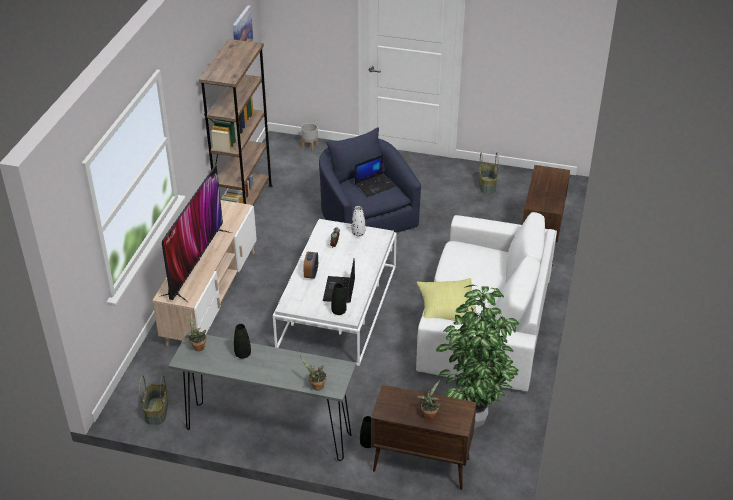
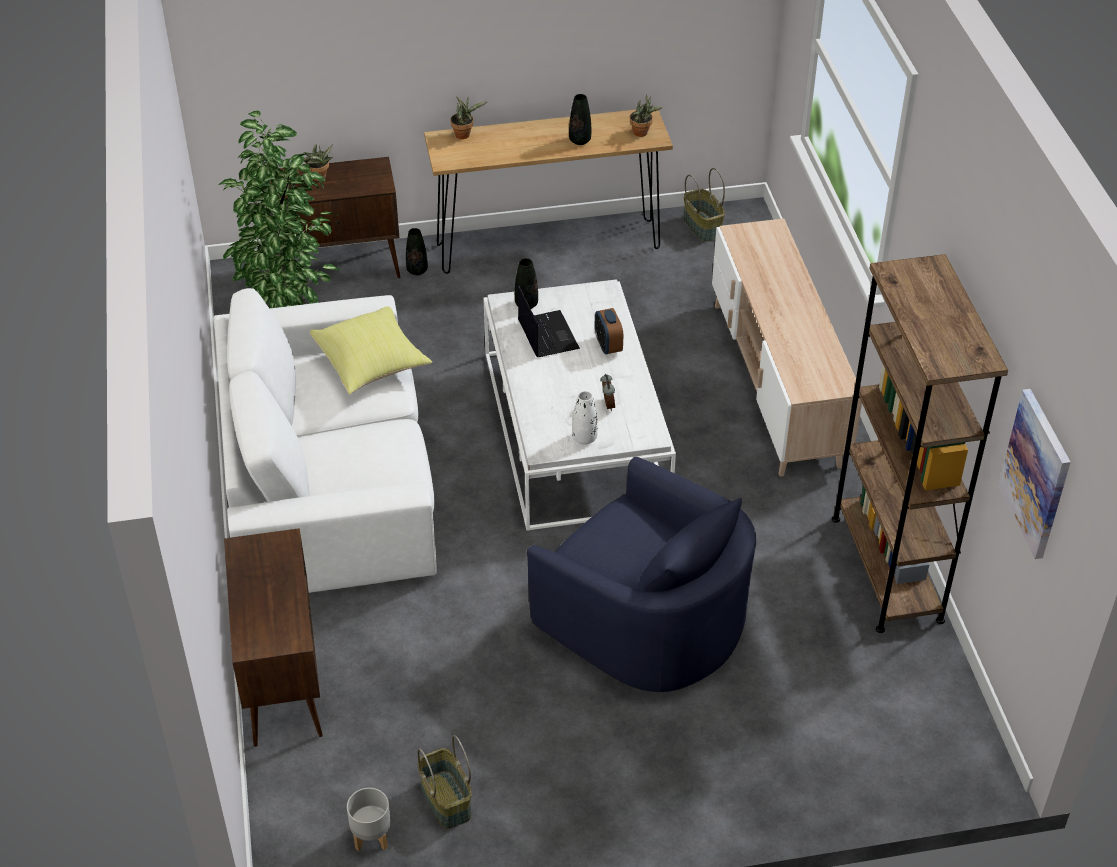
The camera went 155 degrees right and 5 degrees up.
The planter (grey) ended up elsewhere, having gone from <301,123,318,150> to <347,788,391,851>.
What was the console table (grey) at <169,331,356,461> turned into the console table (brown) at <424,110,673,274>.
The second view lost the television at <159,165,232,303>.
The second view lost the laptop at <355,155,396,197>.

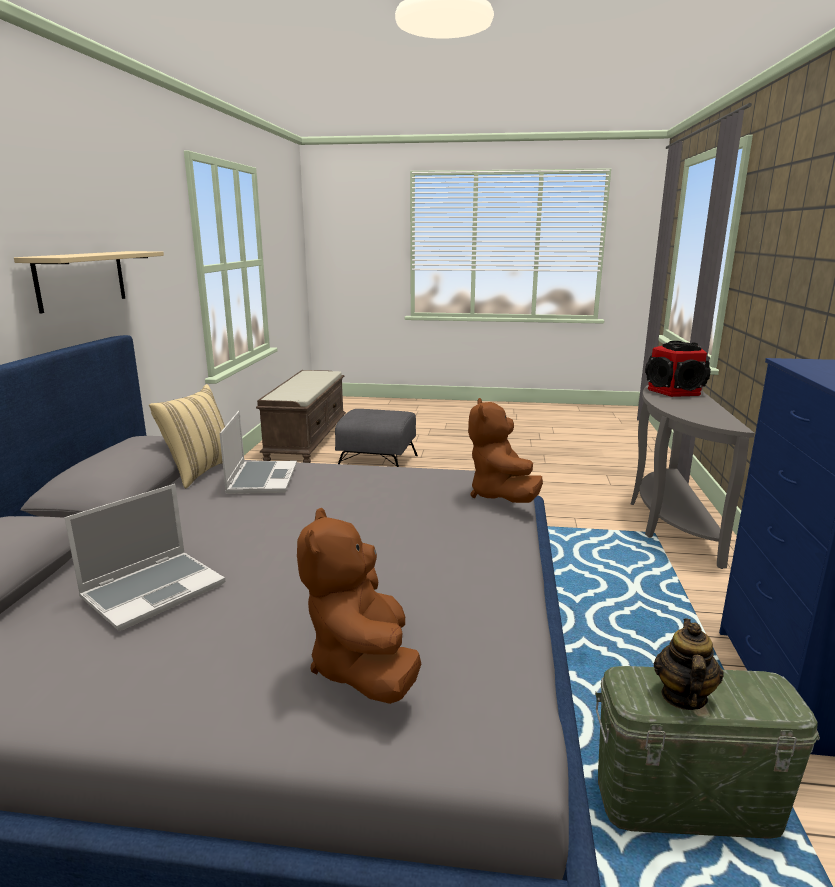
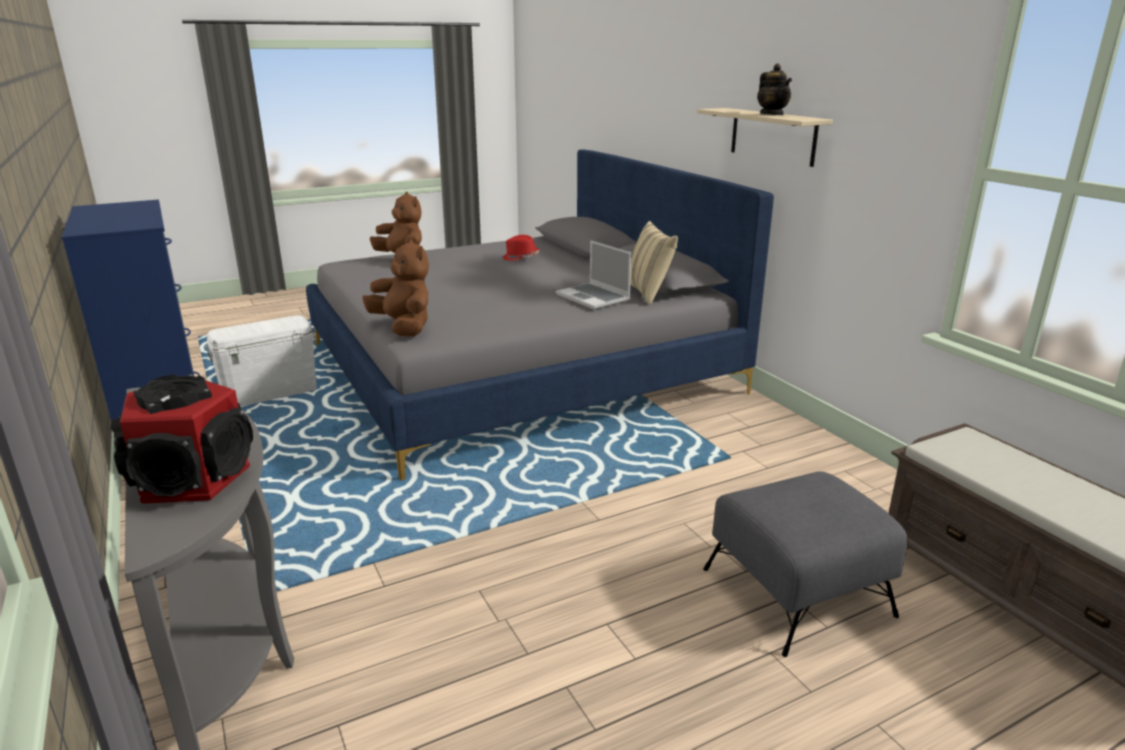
The camera went 145 degrees right and 5 degrees up.
What was the storage box (green) at <595,666,820,839> turned into the storage box (white) at <205,315,317,407>.
Where the laptop stood at <64,484,225,631>, the hat (red) came to stand at <502,235,540,260>.
The teapot ended up elsewhere, having gone from <654,618,724,710> to <757,64,792,115>.

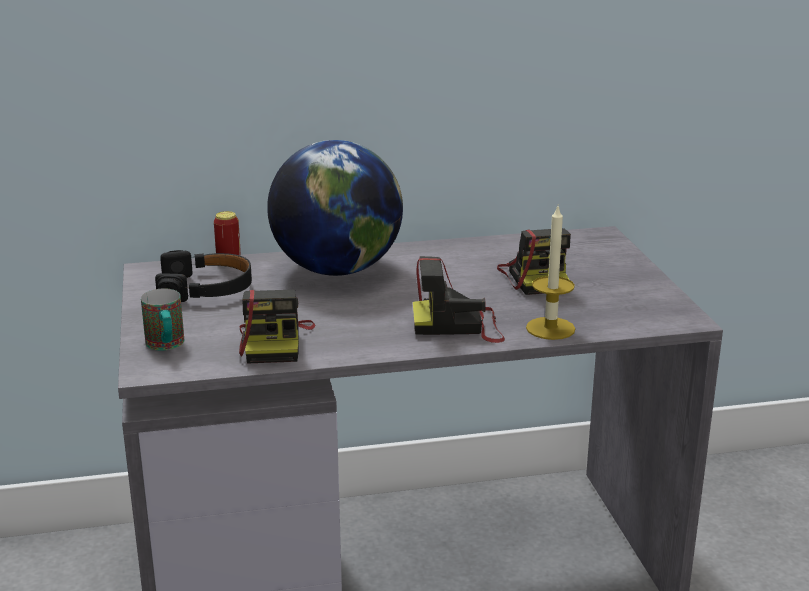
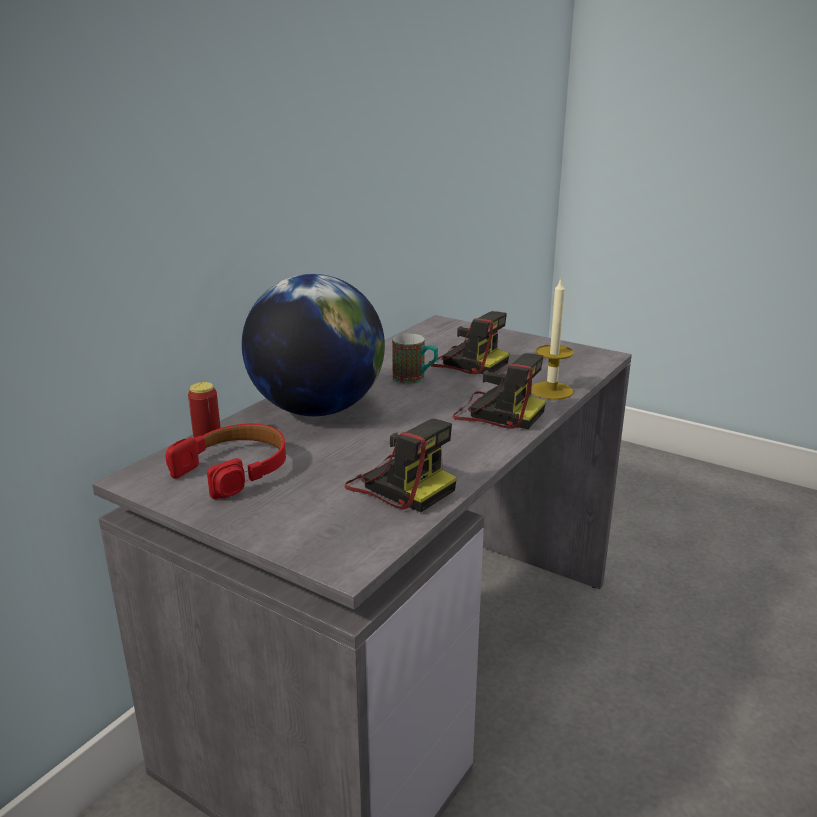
The camera went 45 degrees left and 0 degrees up.
What was the headphones (black) at <155,250,252,302> turned into the headphones (red) at <165,424,286,499>.
The mug ended up elsewhere, having gone from <141,289,184,350> to <392,334,438,384>.
The photo camera at <413,256,505,343> ended up facing another way, 105 degrees counterclockwise from before.

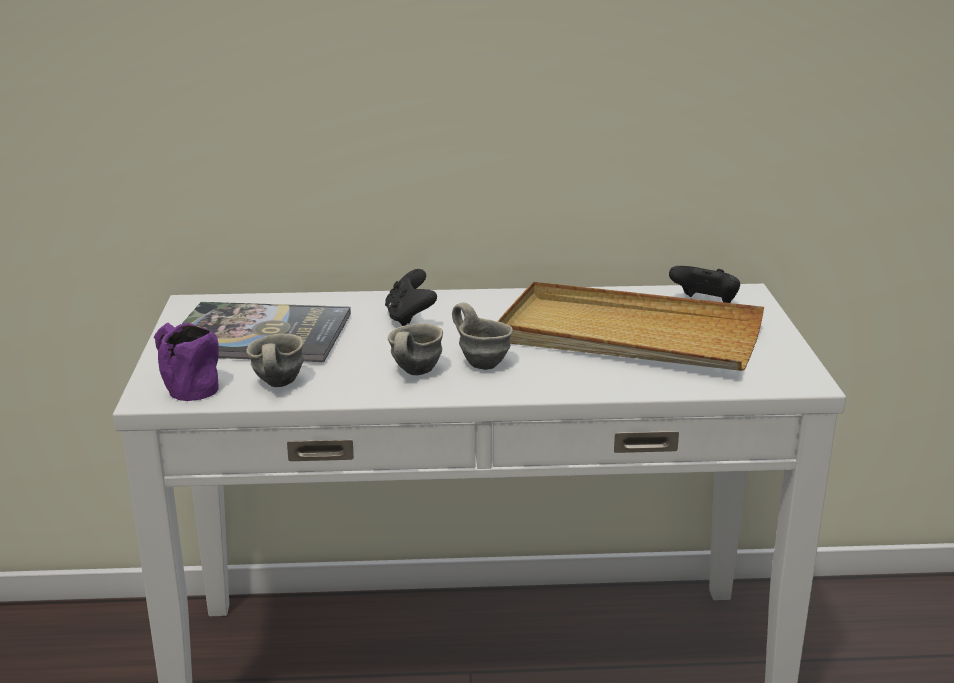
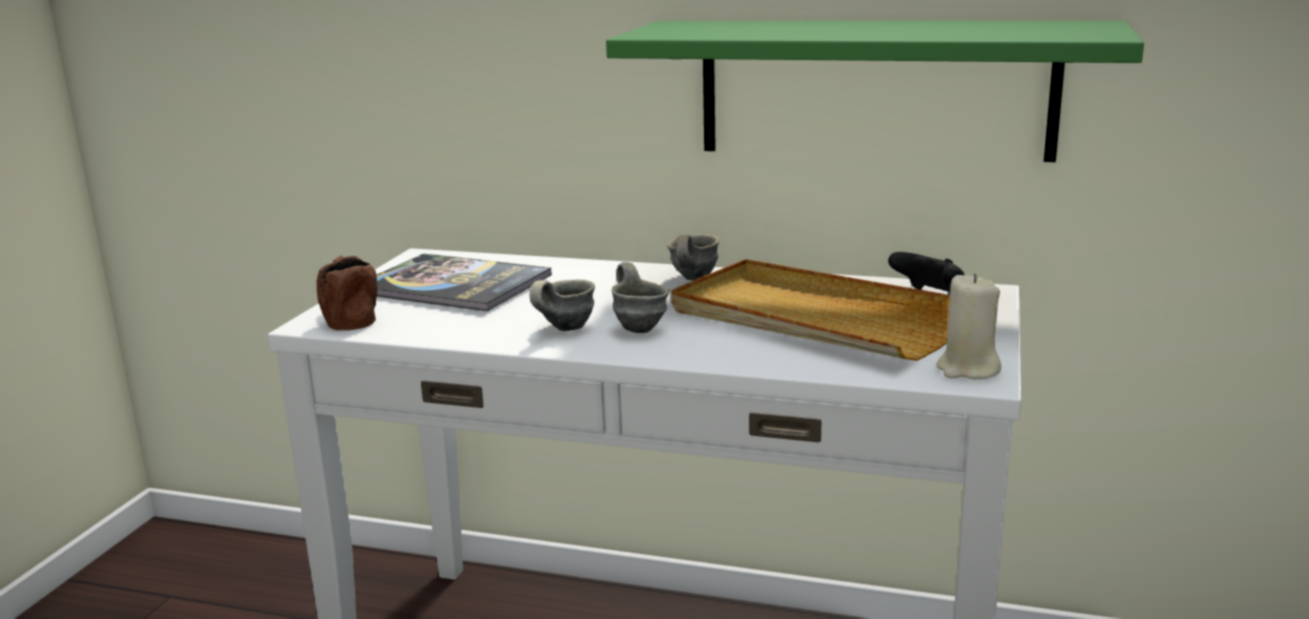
The camera went 20 degrees right and 5 degrees down.
What was the mug (purple) at <154,322,219,401> turned into the mug (brown) at <317,255,377,330>.
The second view gained the shelf (green) at <606,20,1144,162>.
The mug (grey) ended up elsewhere, having gone from <246,333,304,387> to <667,234,719,280>.
The second view gained the candle (beige) at <936,273,1001,379>.
The second view lost the game controller (black) at <385,269,437,326>.

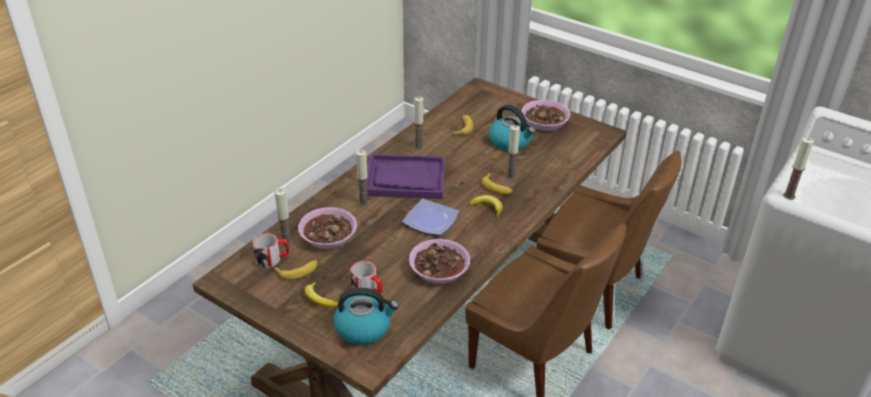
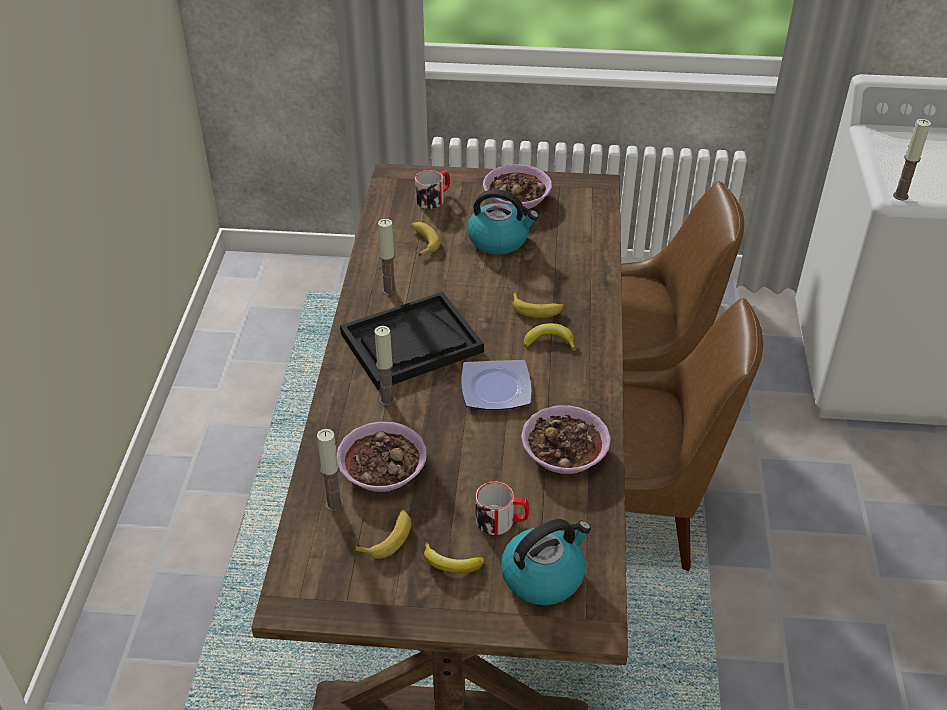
The camera went 30 degrees left and 5 degrees up.
What was the tray (purple) at <366,154,445,199> turned into the tray (black) at <340,292,484,390>.
The mug ended up elsewhere, having gone from <253,233,289,268> to <415,170,450,209>.
The second view lost the candle at <506,125,520,180>.

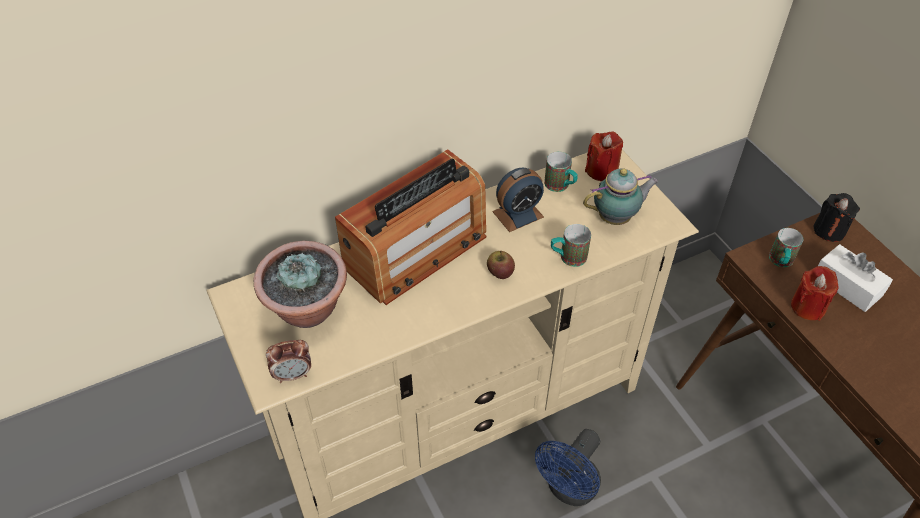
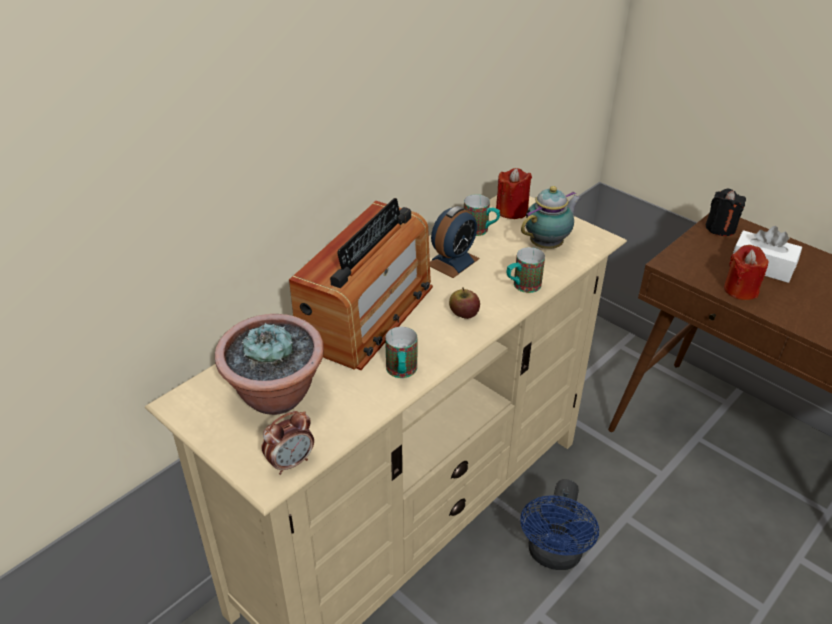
The camera went 20 degrees left and 10 degrees down.
The mug ended up elsewhere, having gone from <769,228,804,267> to <385,327,418,378>.

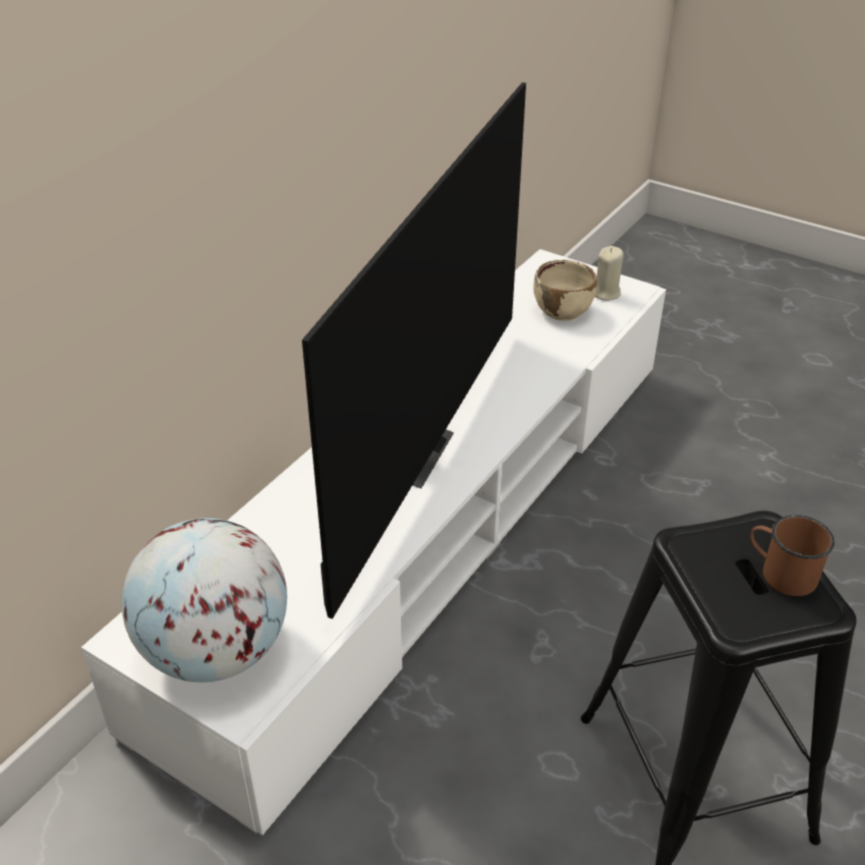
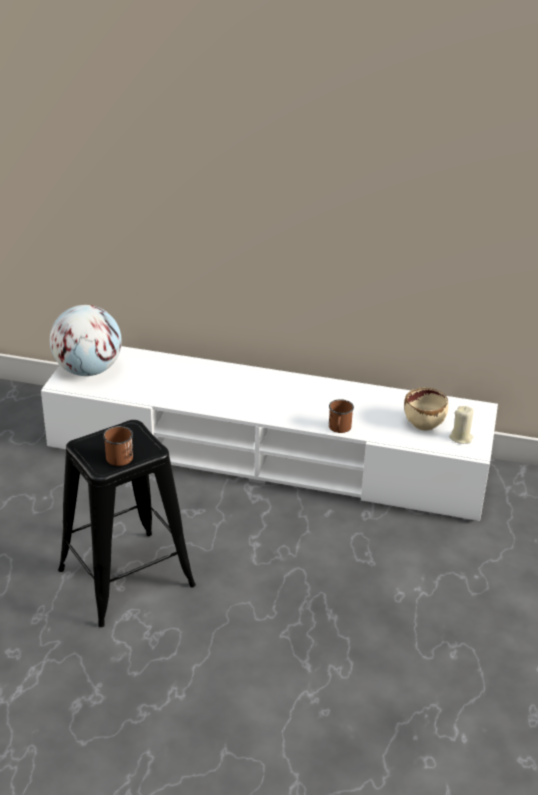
The camera went 70 degrees right and 5 degrees down.
The second view gained the mug (brown) at <329,399,354,433>.
The second view lost the television at <302,82,526,619>.

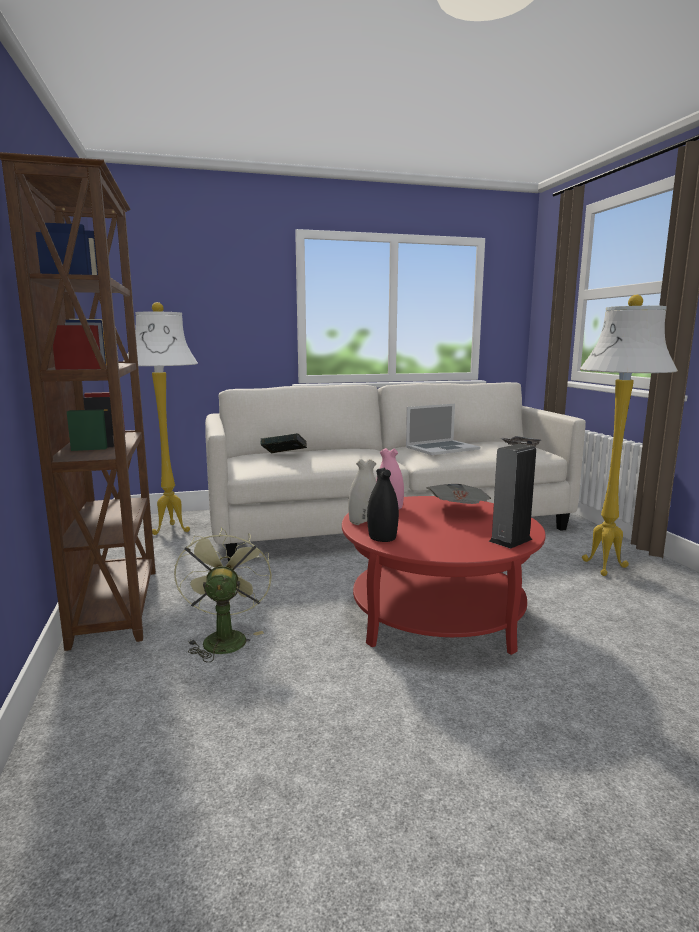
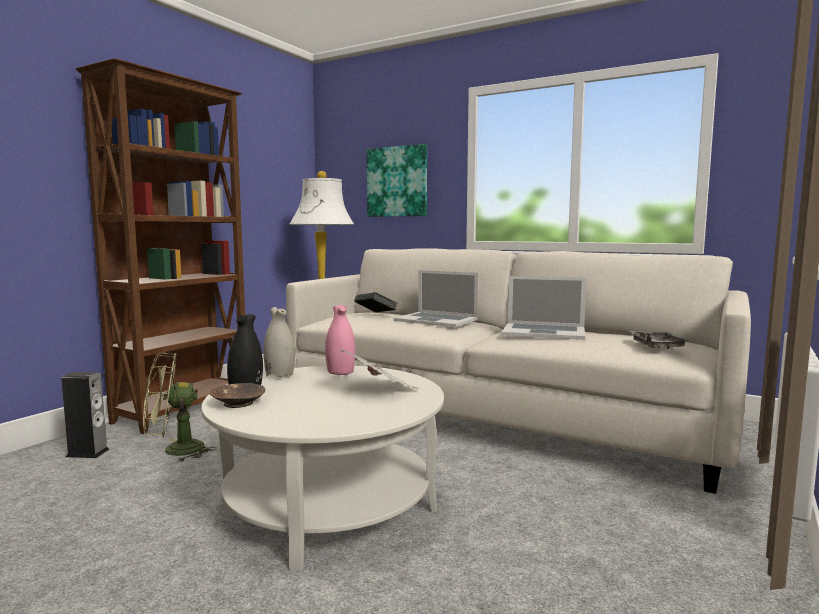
The camera went 45 degrees right and 5 degrees down.
The speaker ended up elsewhere, having gone from <489,444,536,549> to <61,372,110,458>.
The fan (green) at <174,527,272,662> ended up facing another way, 150 degrees counterclockwise from before.
What was the coffee table (red) at <342,496,546,655> turned into the coffee table (white) at <201,366,444,571>.
The second view gained the bowl (brown) at <210,383,265,408>.
The second view gained the picture at <367,144,427,217>.
The second view gained the laptop at <394,270,479,327>.
The second view lost the floor lamp (white) at <580,295,678,576>.

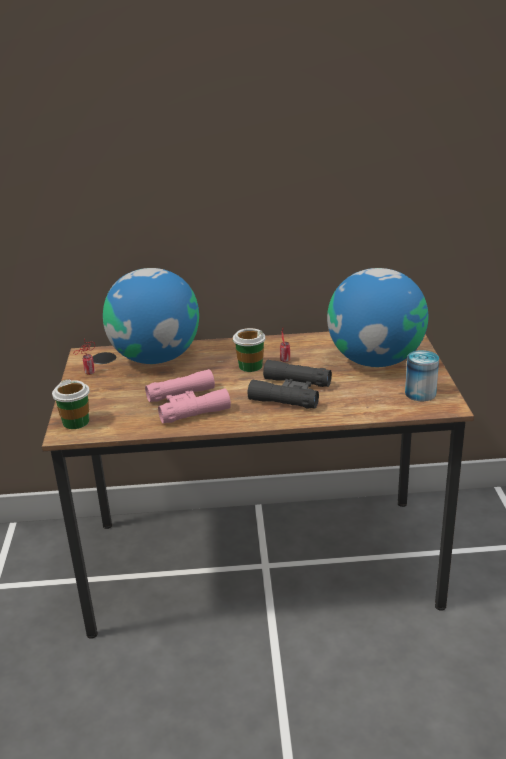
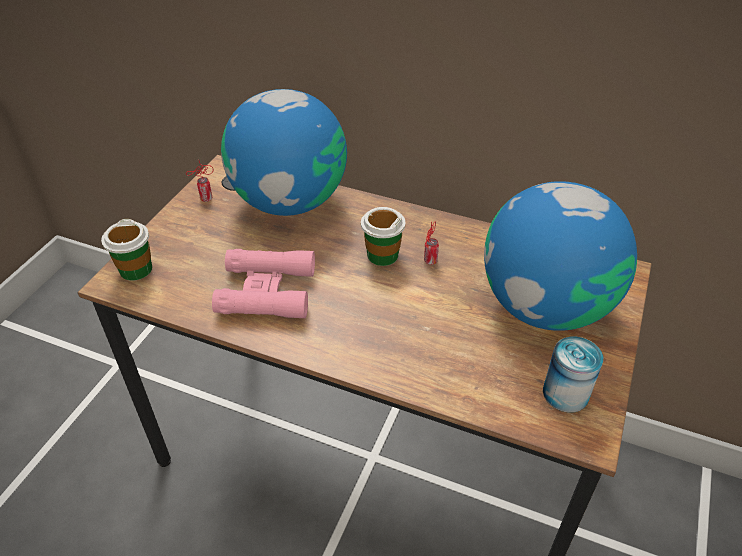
The camera went 25 degrees right and 15 degrees up.
The second view lost the binoculars (black) at <248,360,332,409>.

